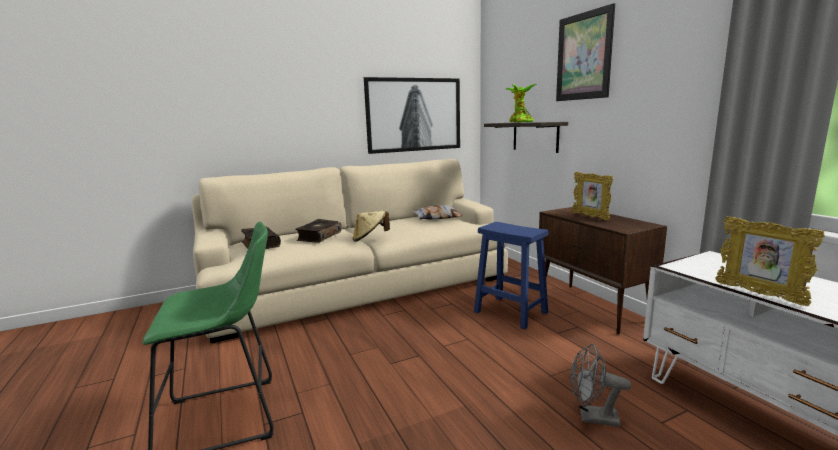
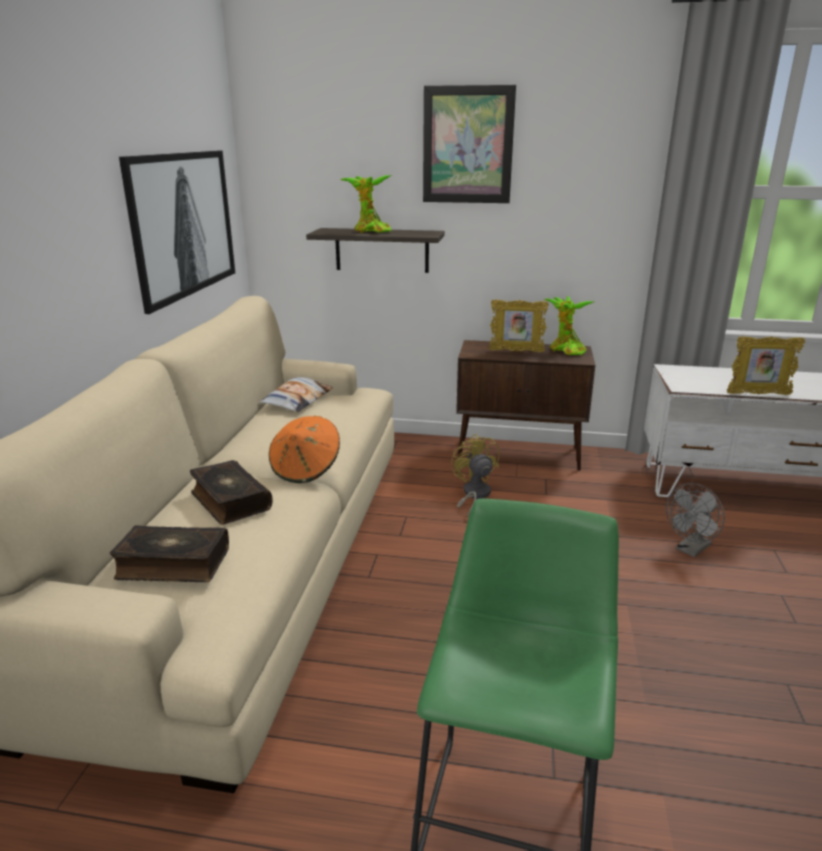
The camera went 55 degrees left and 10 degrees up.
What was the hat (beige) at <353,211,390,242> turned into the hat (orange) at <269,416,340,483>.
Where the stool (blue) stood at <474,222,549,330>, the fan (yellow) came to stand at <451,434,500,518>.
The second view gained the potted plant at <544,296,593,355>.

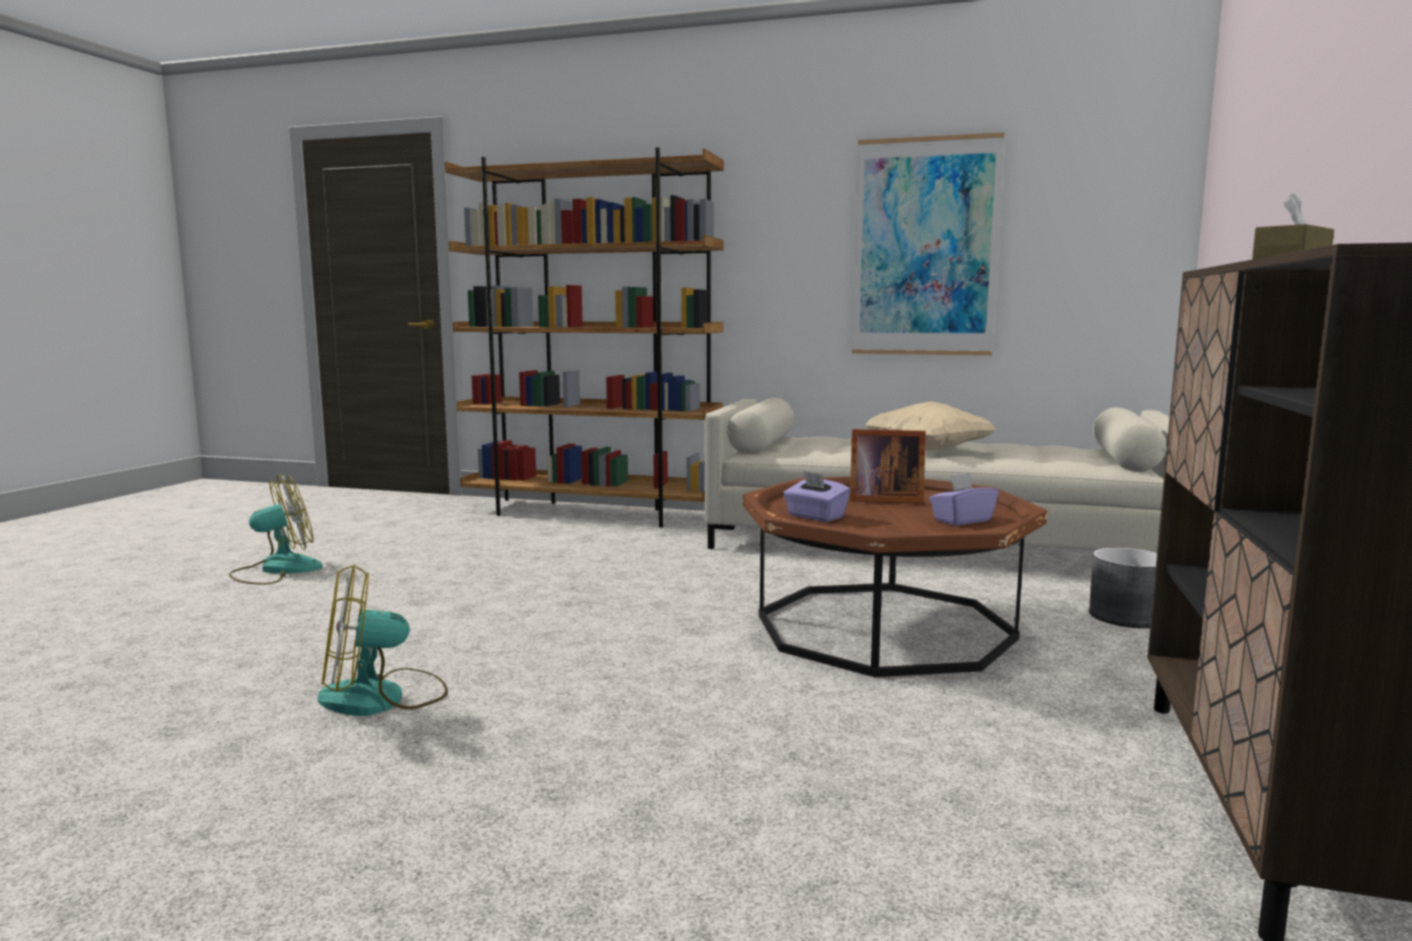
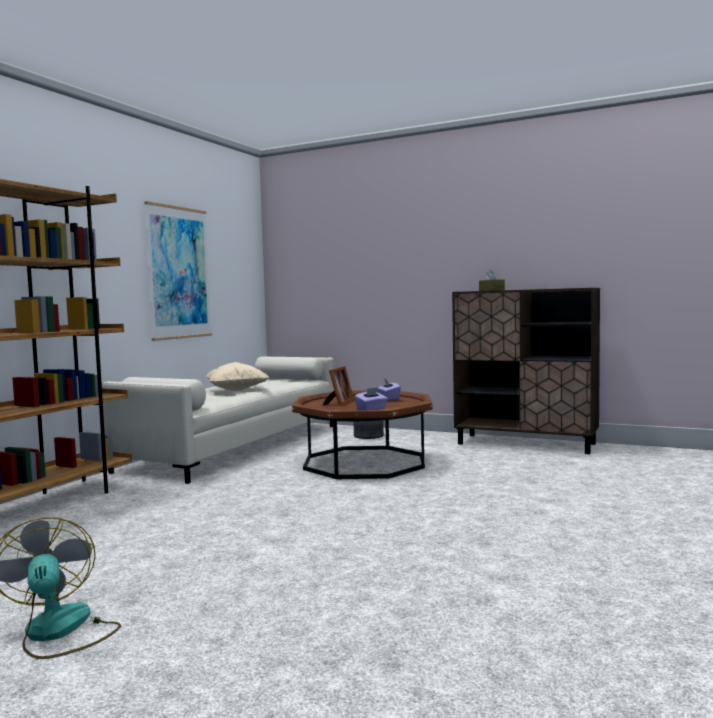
The camera went 80 degrees left and 5 degrees down.
The second view lost the fan at <318,564,448,716>.

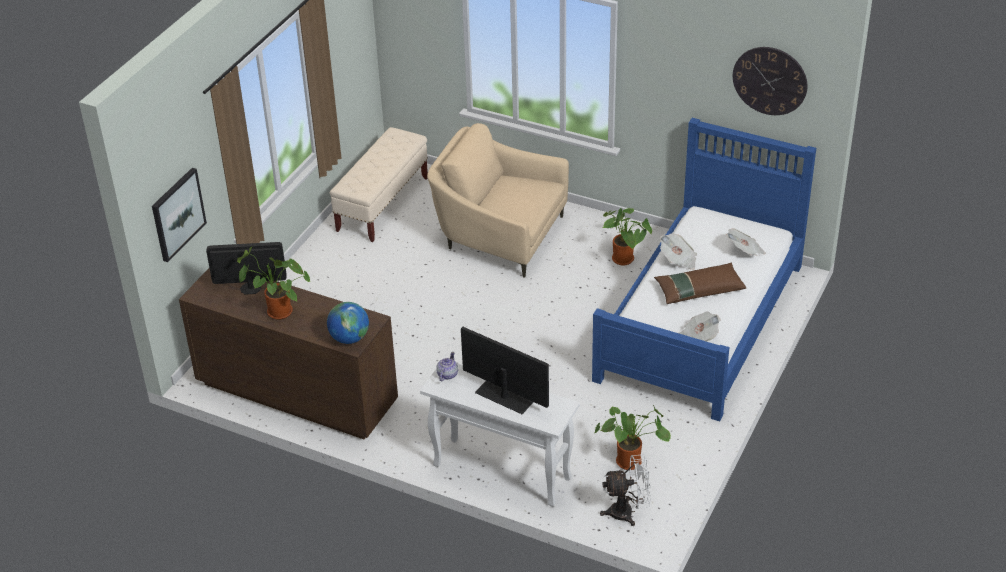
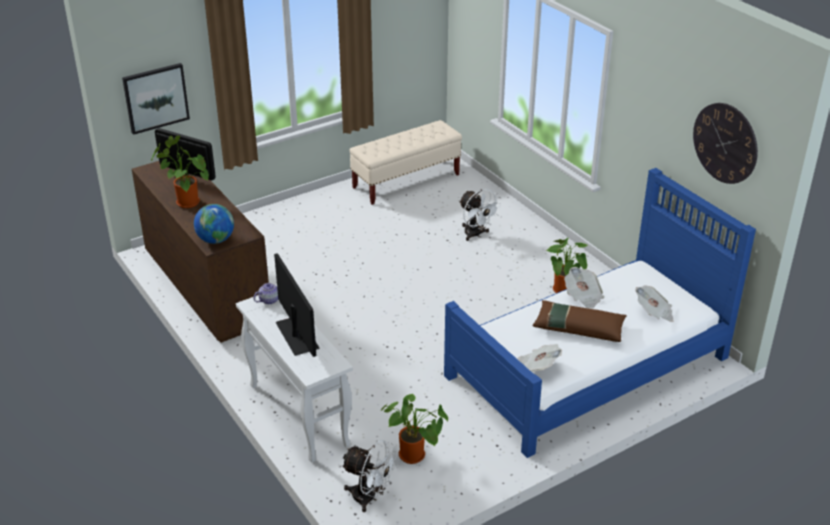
The camera went 30 degrees right and 5 degrees down.
Where the armchair (beige) stood at <427,123,569,278>, the fan (white) came to stand at <459,189,501,241>.

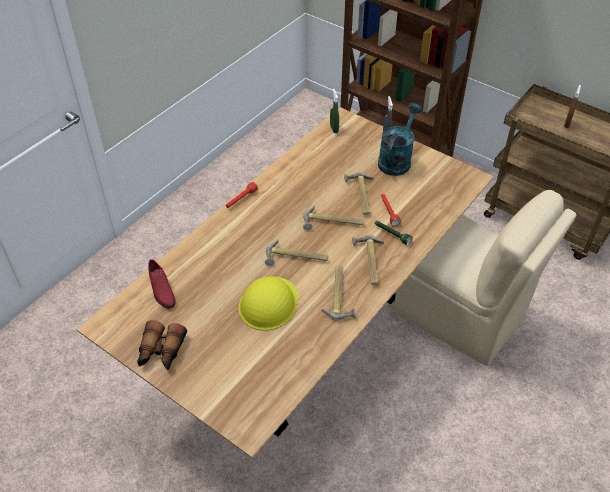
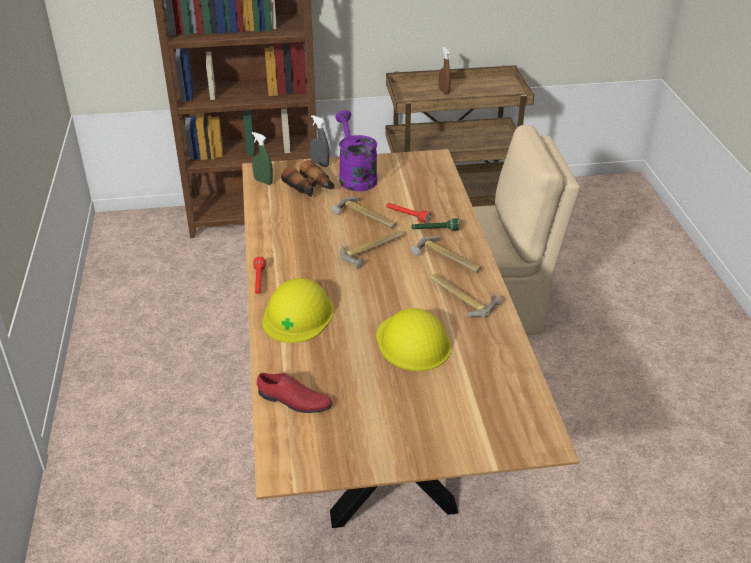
The camera went 45 degrees left and 10 degrees down.
The second view gained the hard hat (yellow) at <262,278,334,343>.
The binoculars ended up elsewhere, having gone from <137,320,187,370> to <281,160,334,197>.
What was the watering can (turquoise) at <378,103,422,176> turned into the watering can (purple) at <335,110,377,191>.
The second view lost the hammer at <265,239,328,266>.

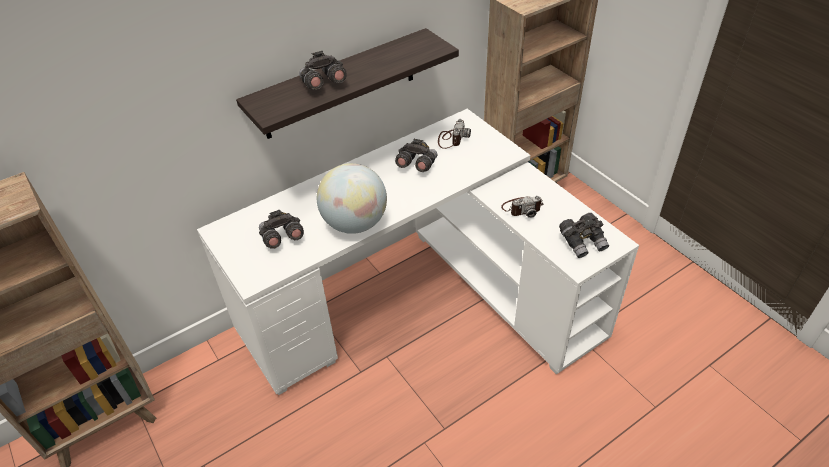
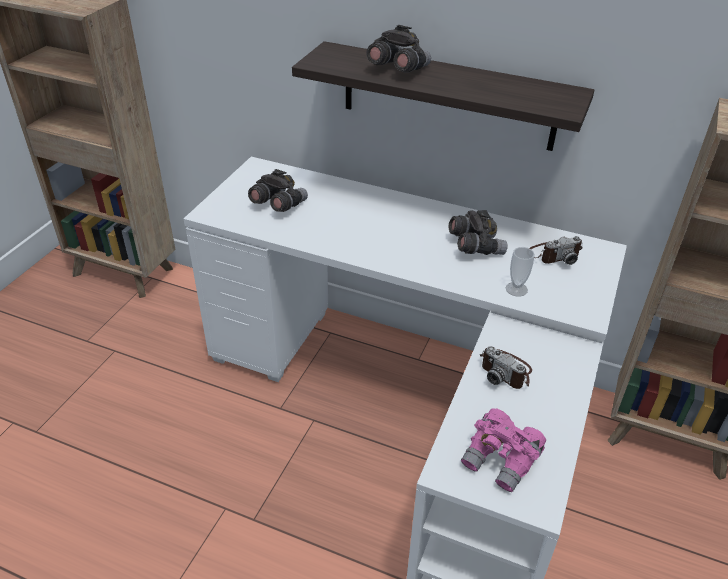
The camera went 55 degrees right and 5 degrees down.
What was the binoculars (grey) at <559,213,609,258> turned into the binoculars (pink) at <461,408,546,492>.
The second view gained the cup at <506,247,535,296>.
The second view lost the globe at <317,163,387,234>.

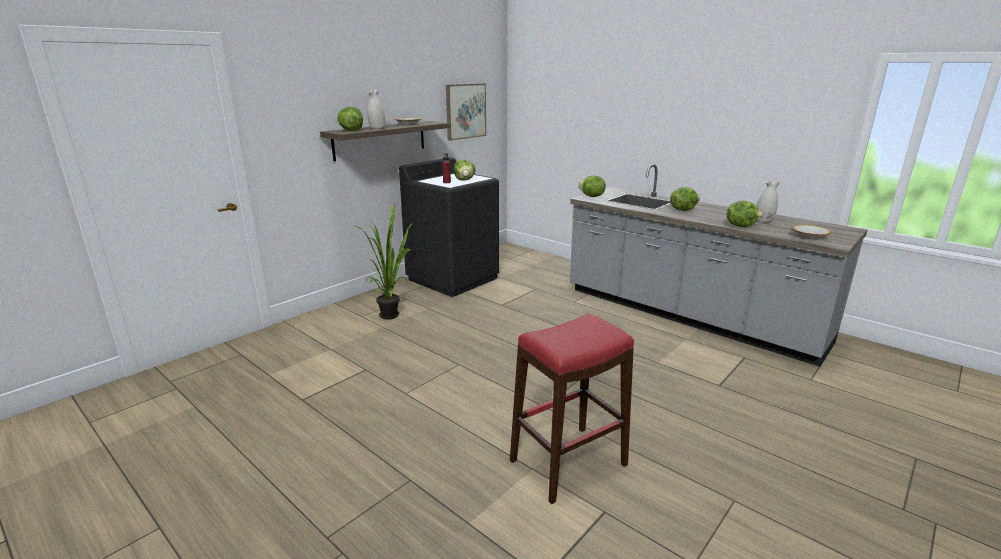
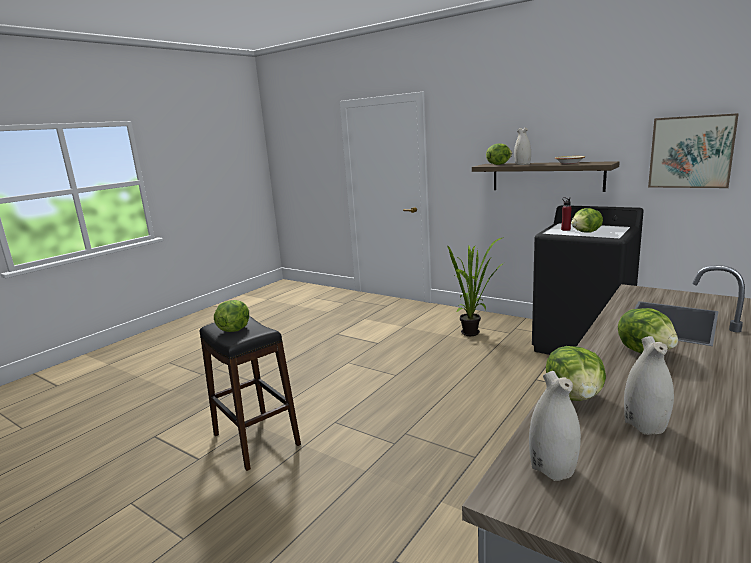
The camera went 85 degrees right and 5 degrees down.
What was the stool (red) at <510,314,634,504> turned into the stool (black) at <200,315,301,471>.
The lettuce ended up elsewhere, having gone from <578,176,606,197> to <214,300,249,332>.
Where the bowl stood at <792,225,832,239>, the vase (white) came to stand at <529,371,581,481>.

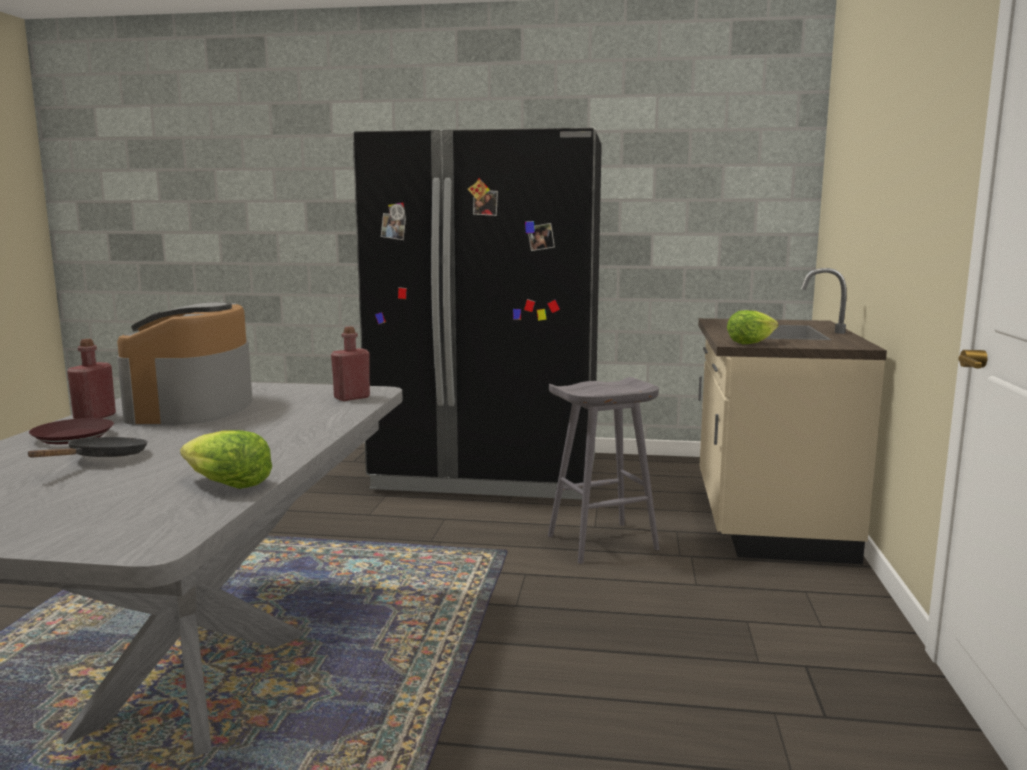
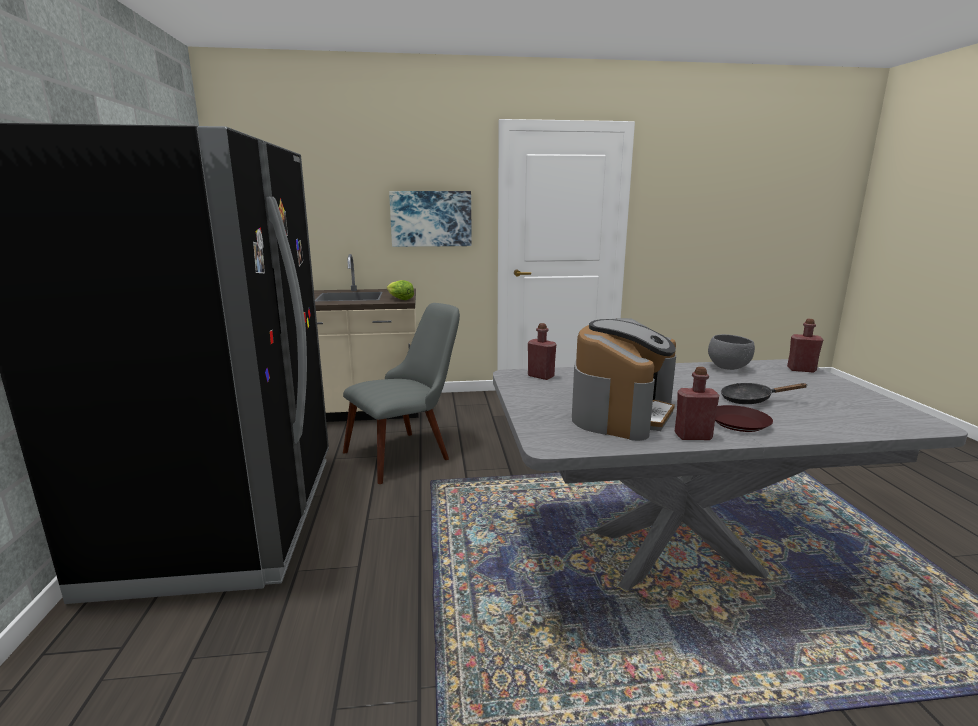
The camera went 105 degrees left and 5 degrees up.
Where the stool (grey) stood at <548,377,659,564>, the chair (grey) came to stand at <343,303,460,484>.
The second view gained the picture at <389,191,472,247>.
The coffee machine at <117,302,252,425> ended up facing another way, 45 degrees counterclockwise from before.
Where the lettuce stood at <180,430,272,489>, the bowl (grey) came to stand at <708,334,755,370>.
The second view gained the bottle (red) at <787,319,823,373>.

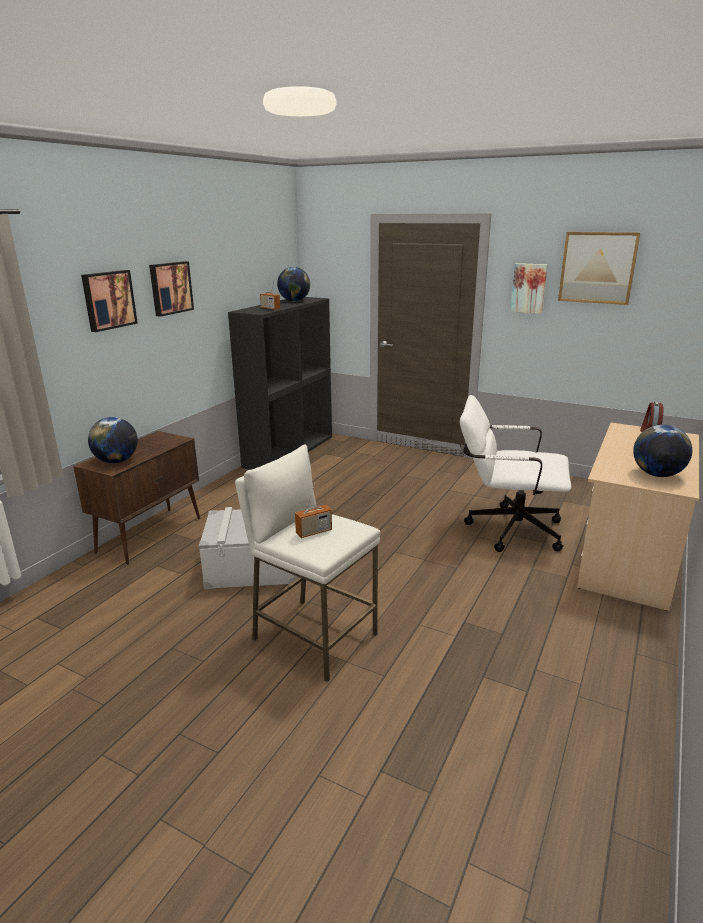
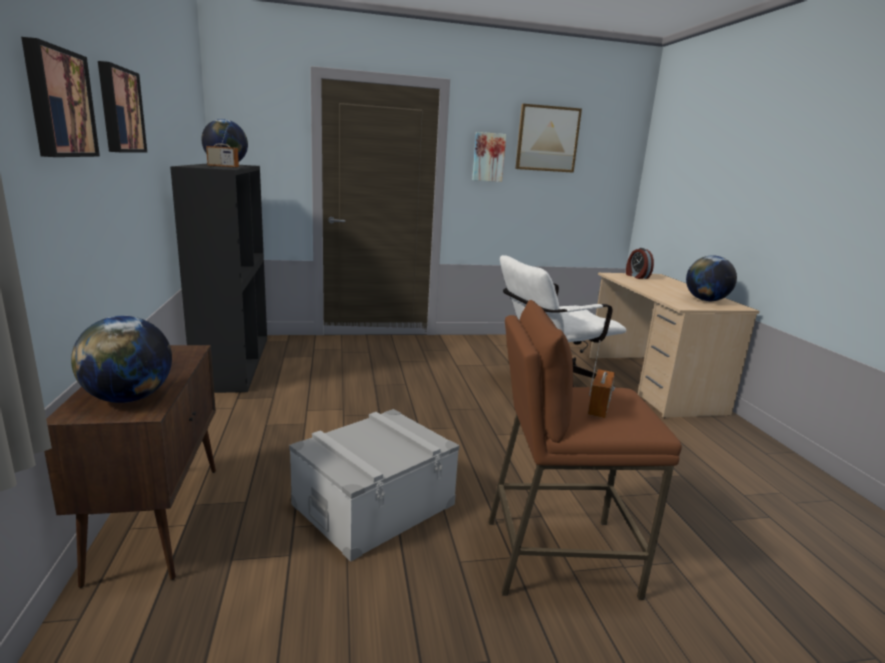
The camera went 40 degrees left and 5 degrees down.
What was the stool (white) at <235,444,380,682> turned into the stool (brown) at <488,300,682,600>.

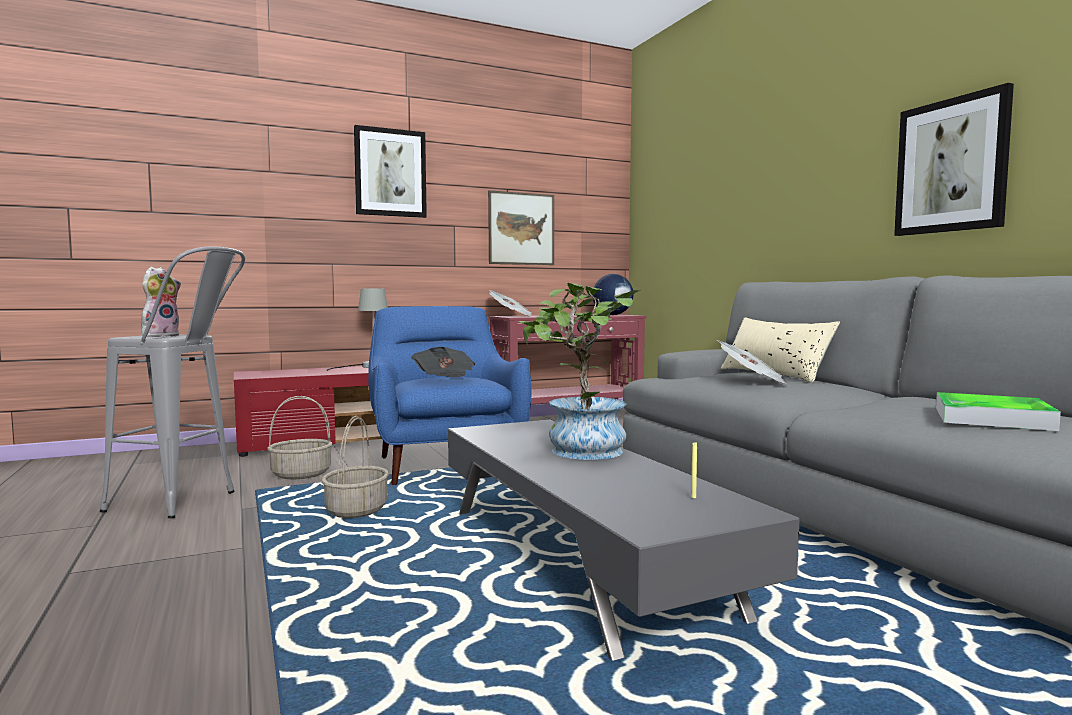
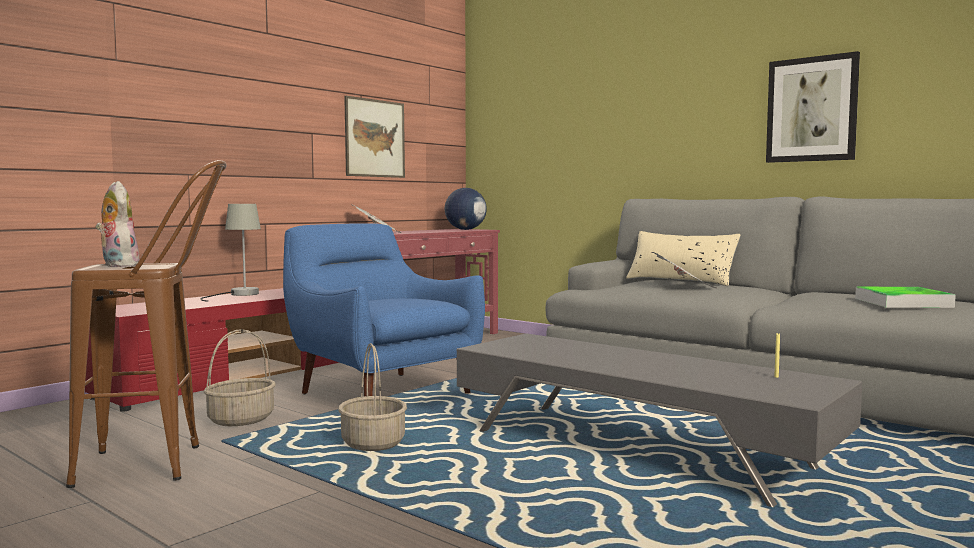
The camera went 25 degrees left and 0 degrees up.
What was the stool (grey) at <100,246,245,519> turned into the stool (brown) at <66,160,227,488>.
The plush toy at <141,266,181,337> ended up facing another way, 45 degrees counterclockwise from before.
The second view lost the picture at <354,125,427,218>.
The second view lost the newspaper at <411,347,475,377>.
The second view lost the potted plant at <519,283,641,460>.

